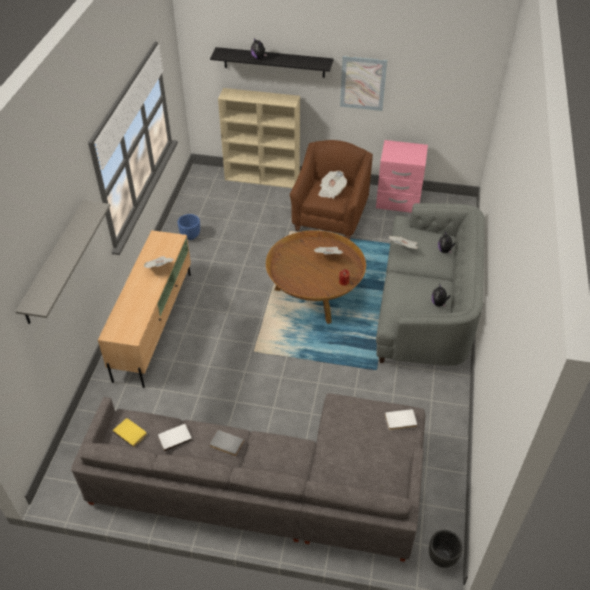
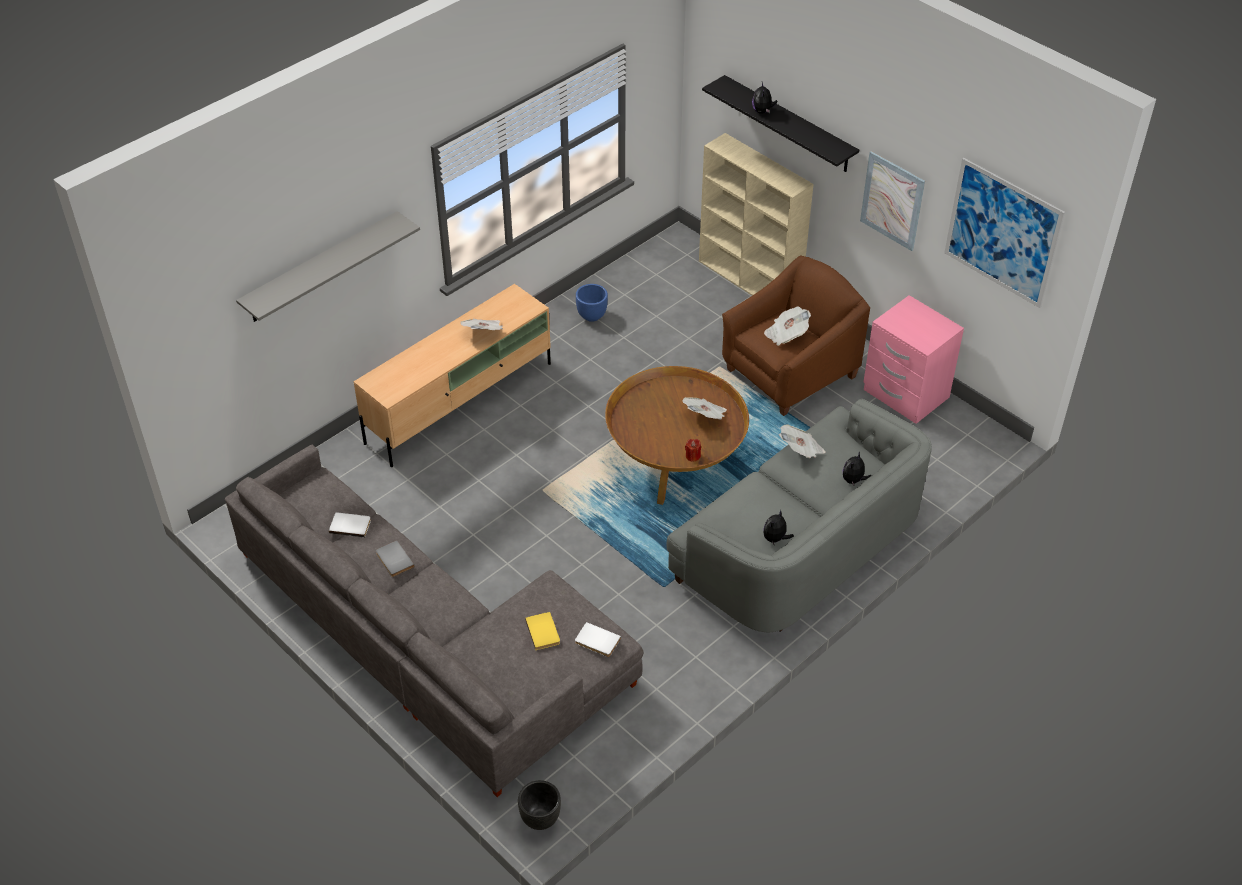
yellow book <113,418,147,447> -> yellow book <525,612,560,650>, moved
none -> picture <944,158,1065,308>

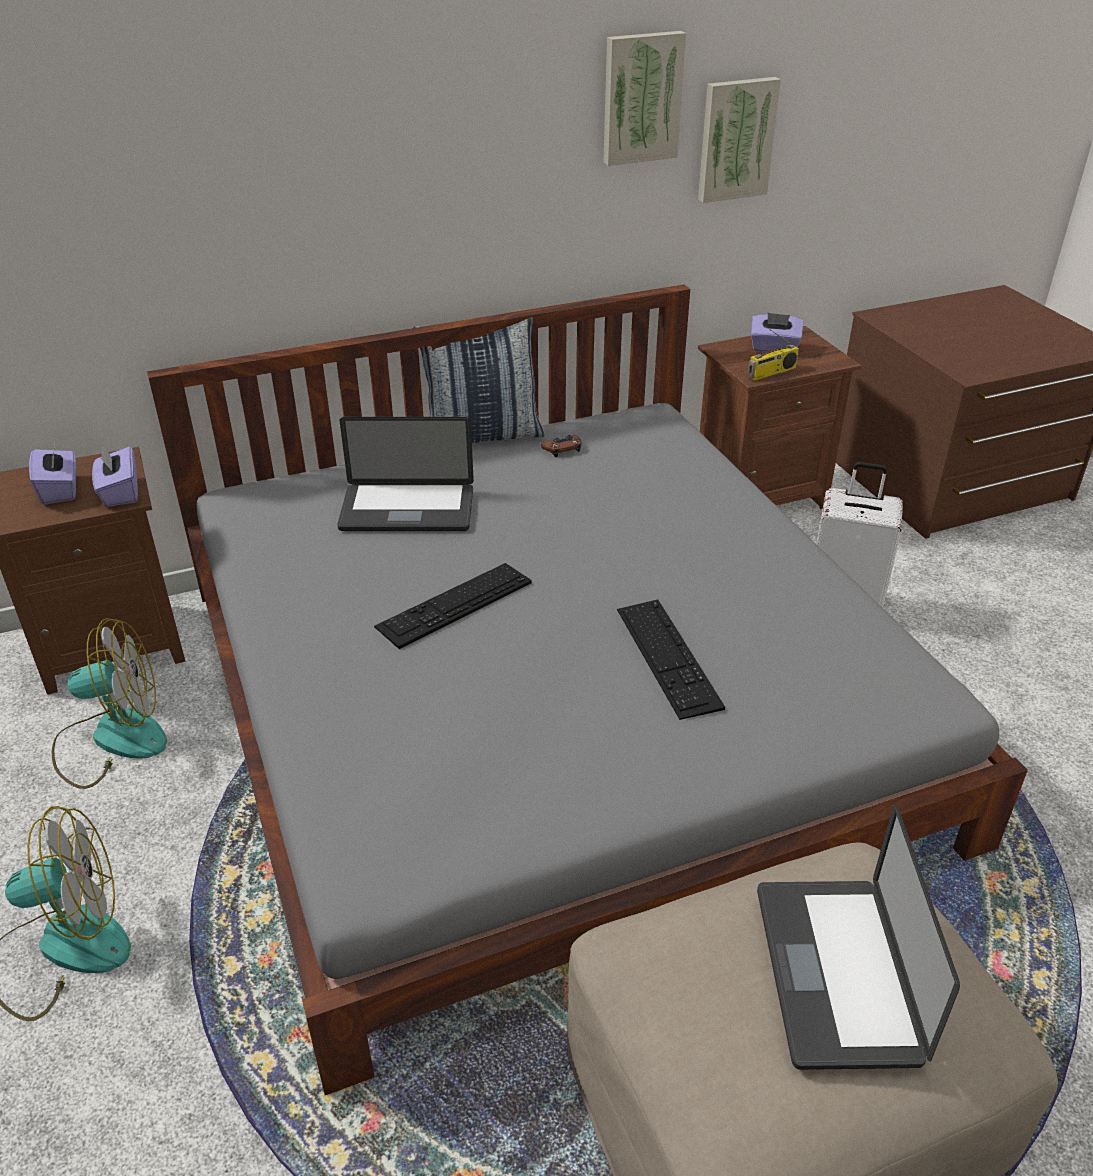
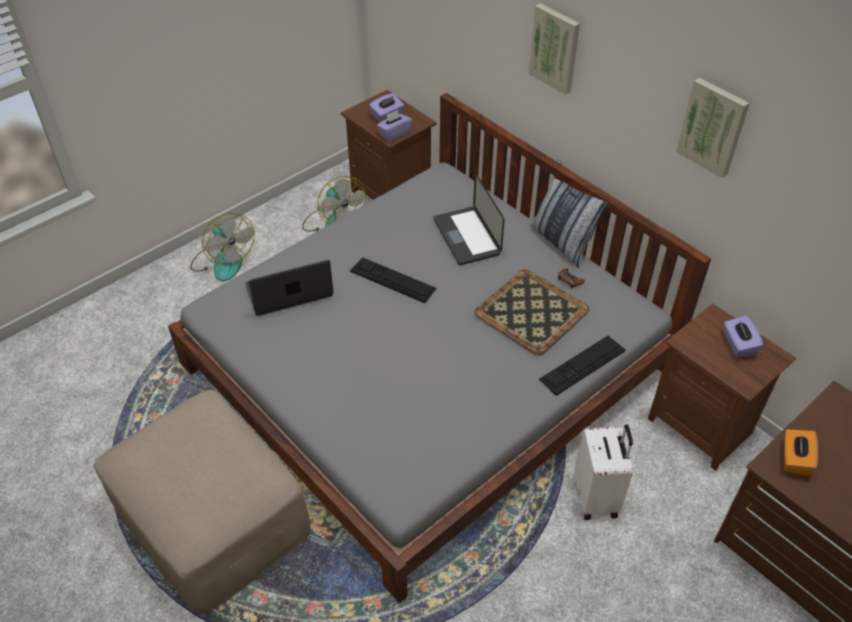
picture <698,77,781,203> -> picture <529,3,580,95>, moved
radio <748,324,799,381> -> none
keyboard <617,599,725,720> -> keyboard <539,336,626,396>, moved
laptop <757,804,960,1070> -> laptop <245,260,334,316>, moved
none -> tray <474,269,589,355>
none -> orange tissue box <784,429,818,476>

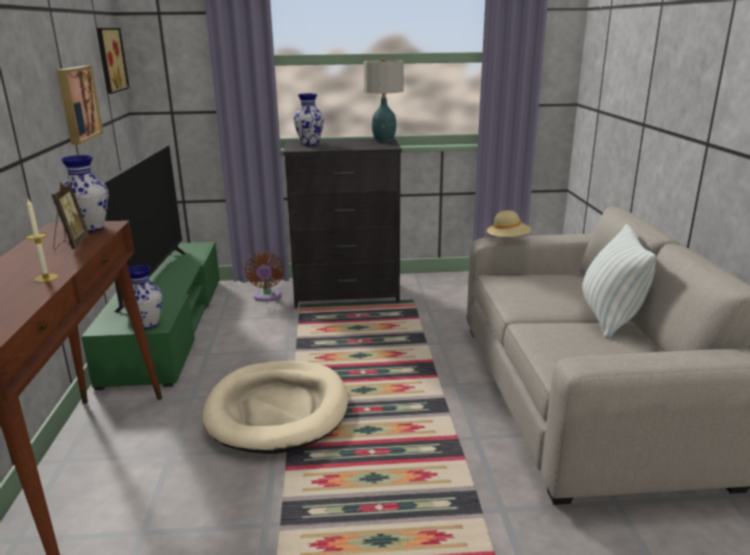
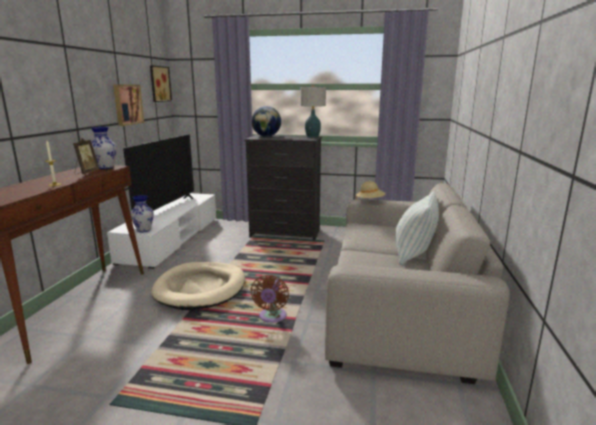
vase <293,93,324,145> -> globe <251,106,281,137>
green tv stand <81,242,220,390> -> white tv stand <107,193,216,269>
brown fan <245,252,284,301> -> brown fan <250,275,289,323>, moved

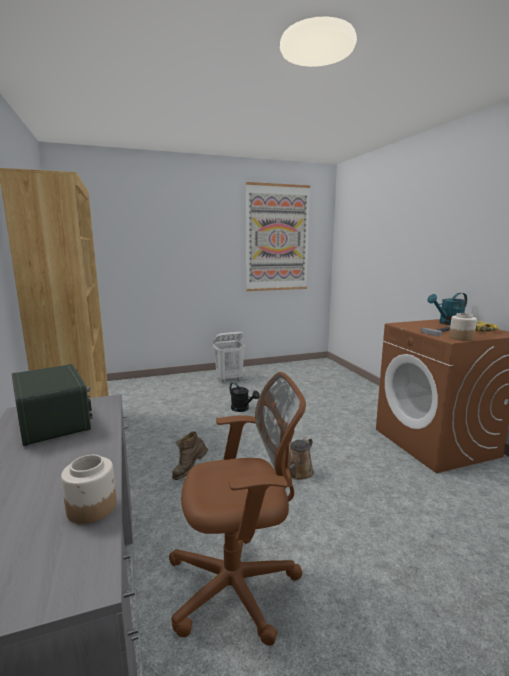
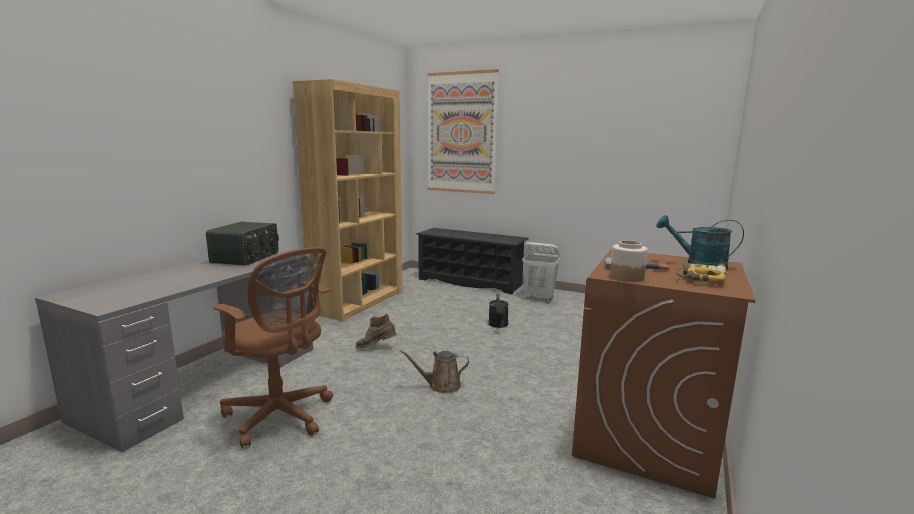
picture <246,182,310,291> -> picture <427,69,499,194>, moved
jar <61,455,116,524> -> none
none -> black shoe rack <416,228,529,295>

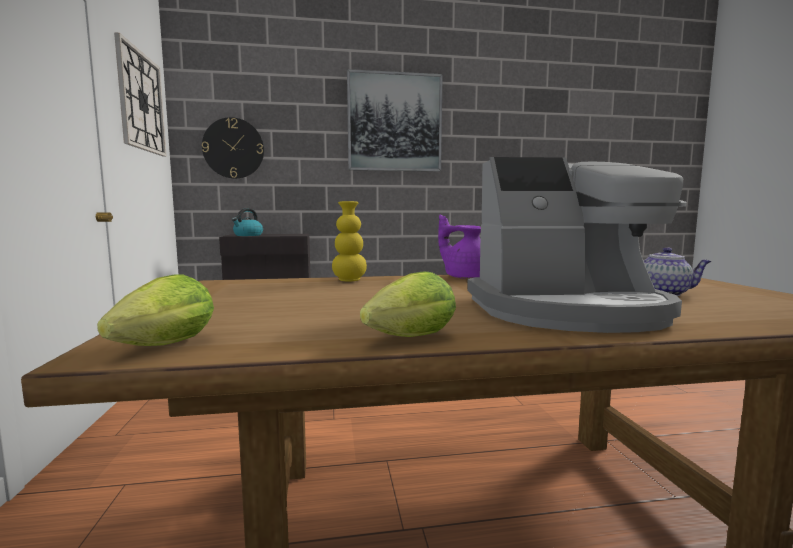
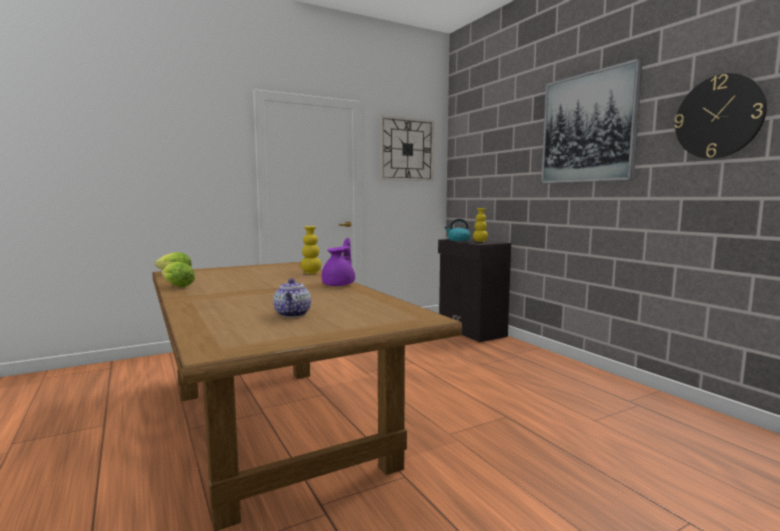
wall clock <202,117,264,179> -> wall clock <674,73,767,159>, moved
coffee machine <467,157,687,333> -> none
none -> yellow vase <473,208,488,242>

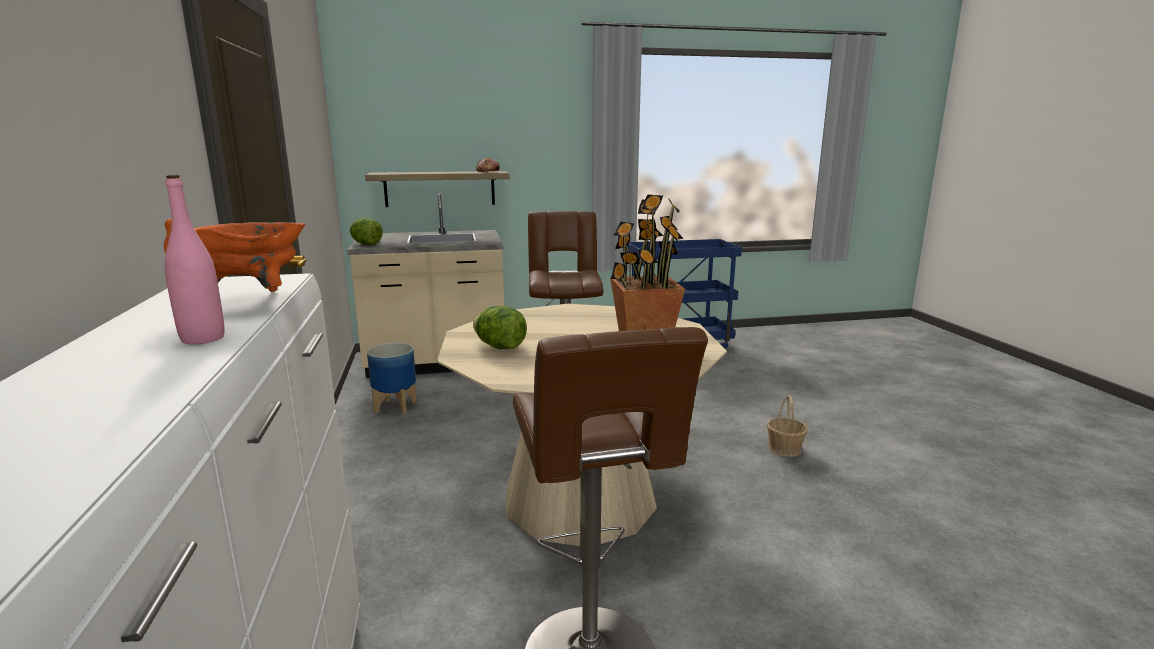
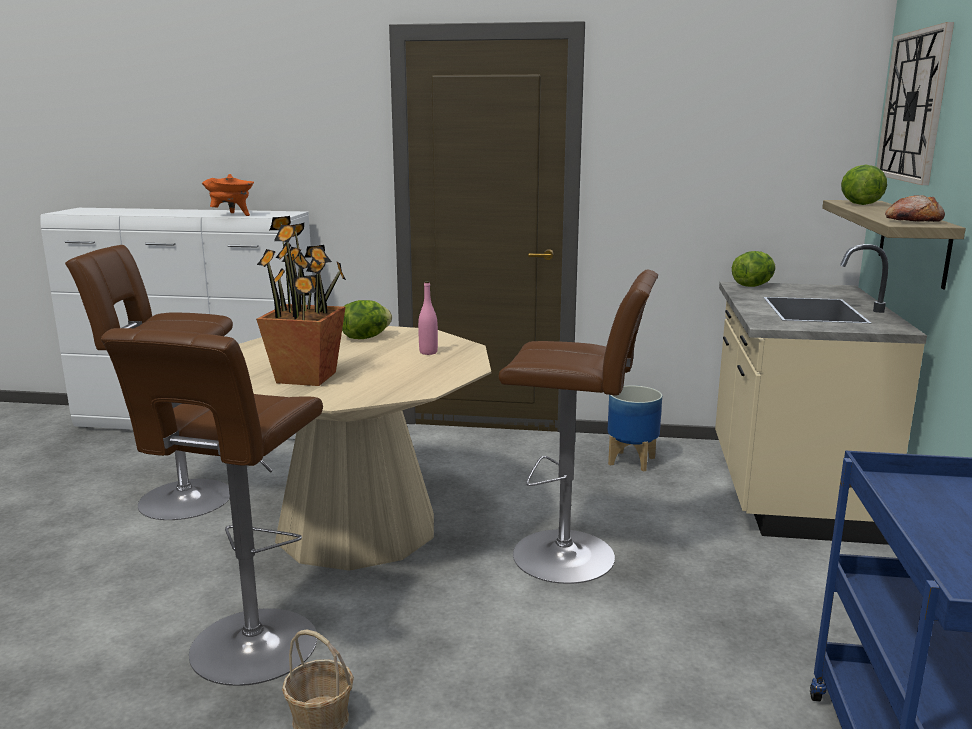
pink bottle <164,175,225,344> -> pink bottle <418,281,438,355>, moved
none -> wall clock <876,22,954,185>
none -> lettuce <841,165,887,205>
none -> brown stool <101,328,323,686>

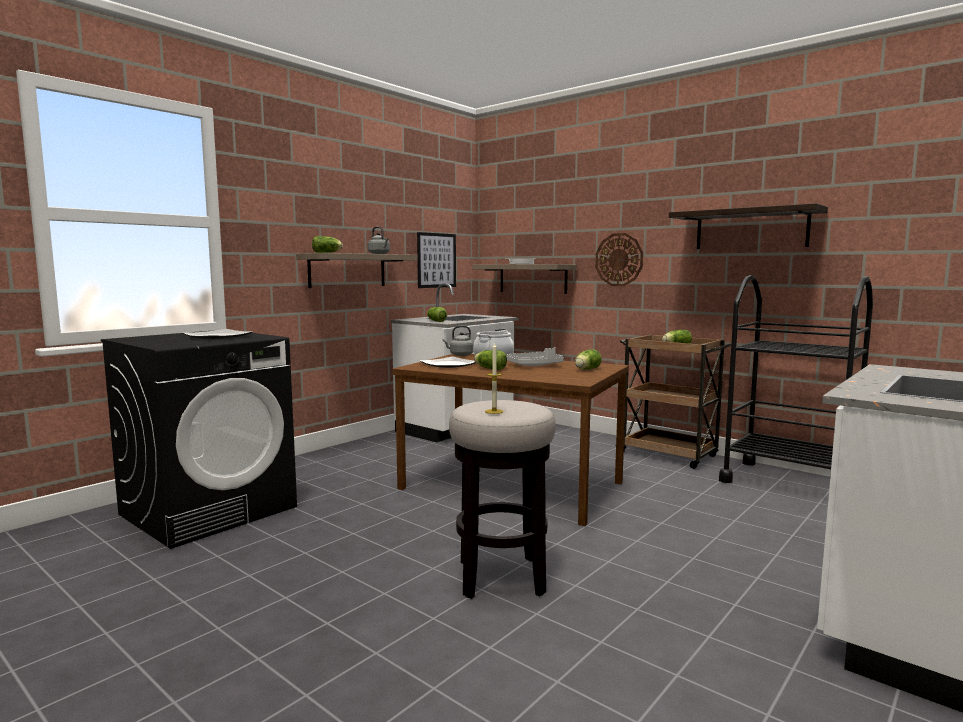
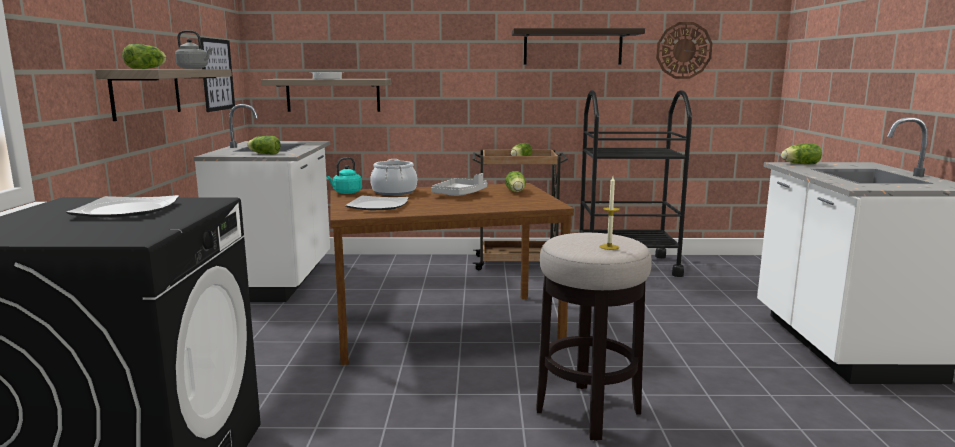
wall clock <595,233,643,286> -> wall clock <656,22,713,79>, moved
grey kettle <443,326,474,356> -> turquoise kettle <326,157,362,194>
lettuce <474,350,507,370> -> lettuce <781,143,822,164>, moved

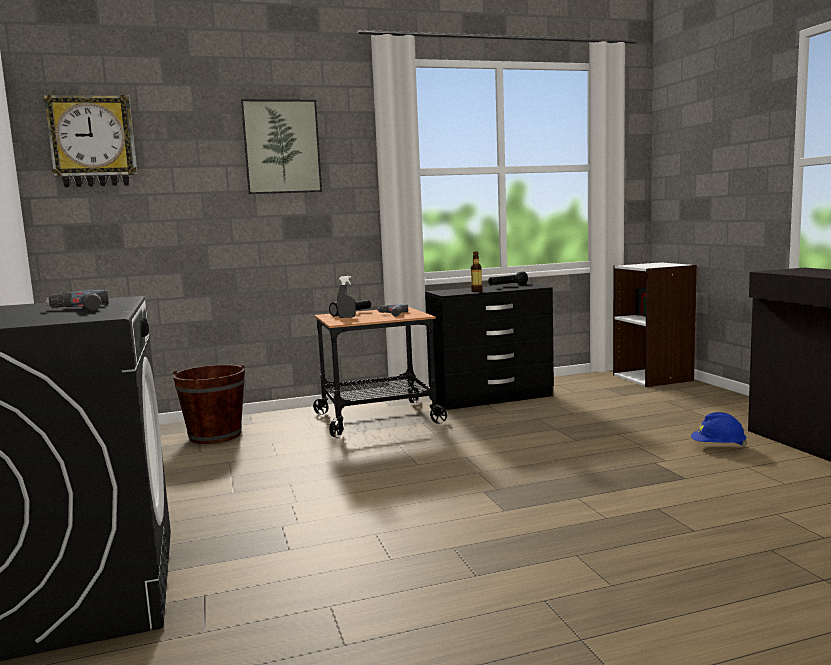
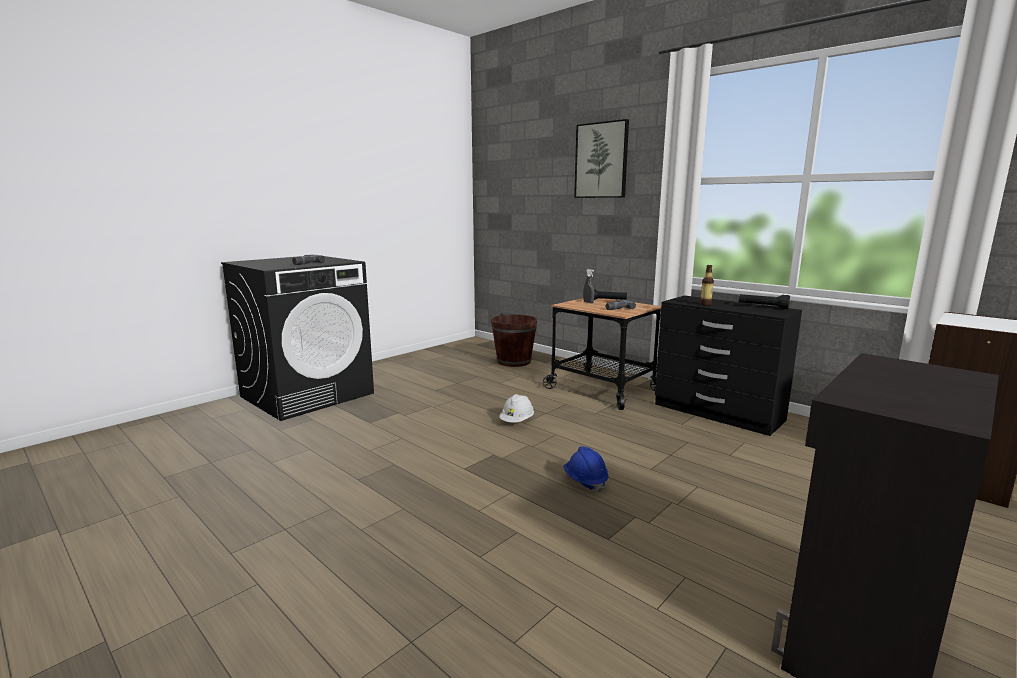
wall clock <43,94,137,187> -> none
blue hard hat <691,412,747,446> -> blue hard hat <563,447,608,493>, moved
none -> white hard hat <499,394,534,423>

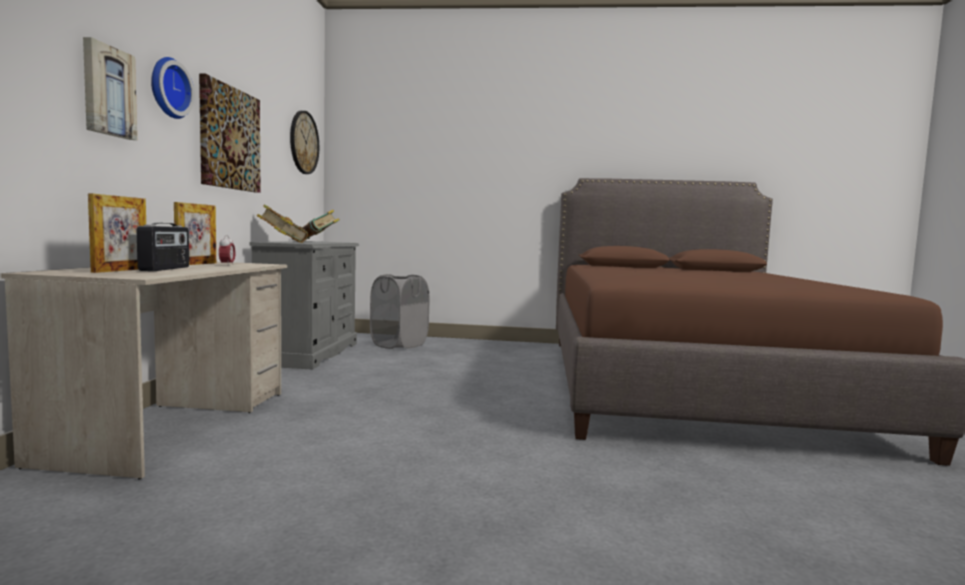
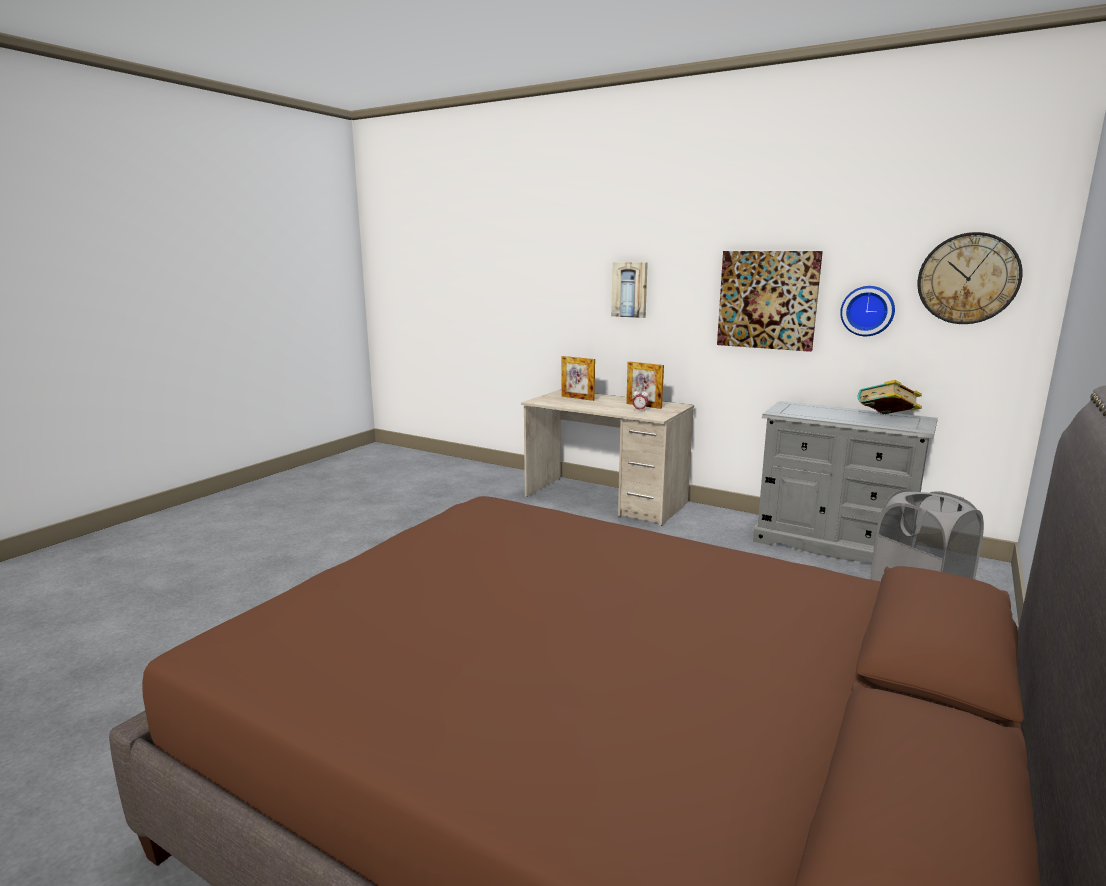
wall clock <151,57,195,119> -> wall clock <840,286,895,336>, moved
book <257,204,308,243> -> none
radio <137,223,189,271> -> none

